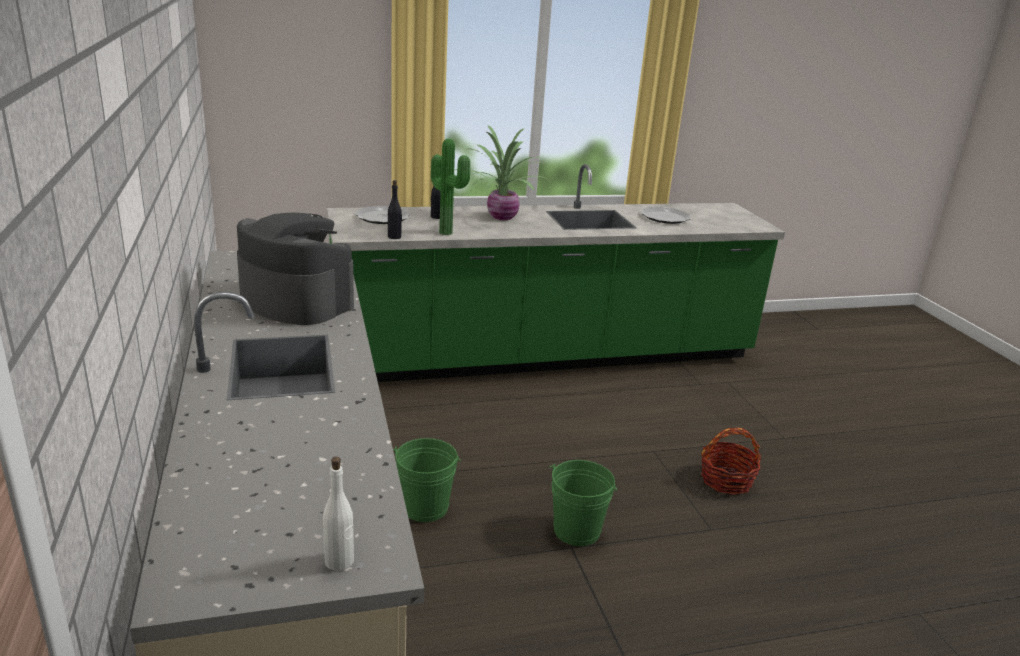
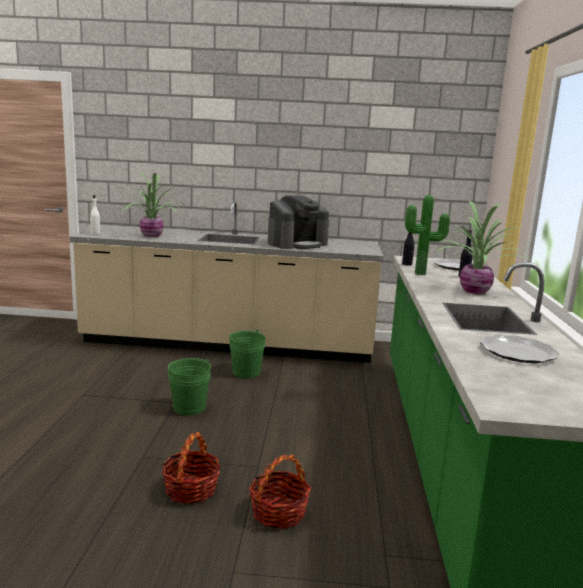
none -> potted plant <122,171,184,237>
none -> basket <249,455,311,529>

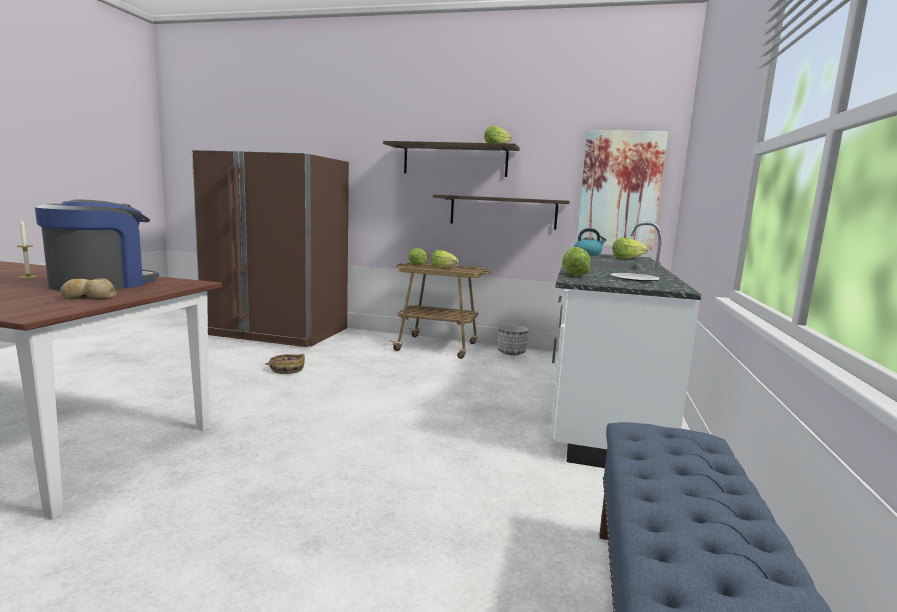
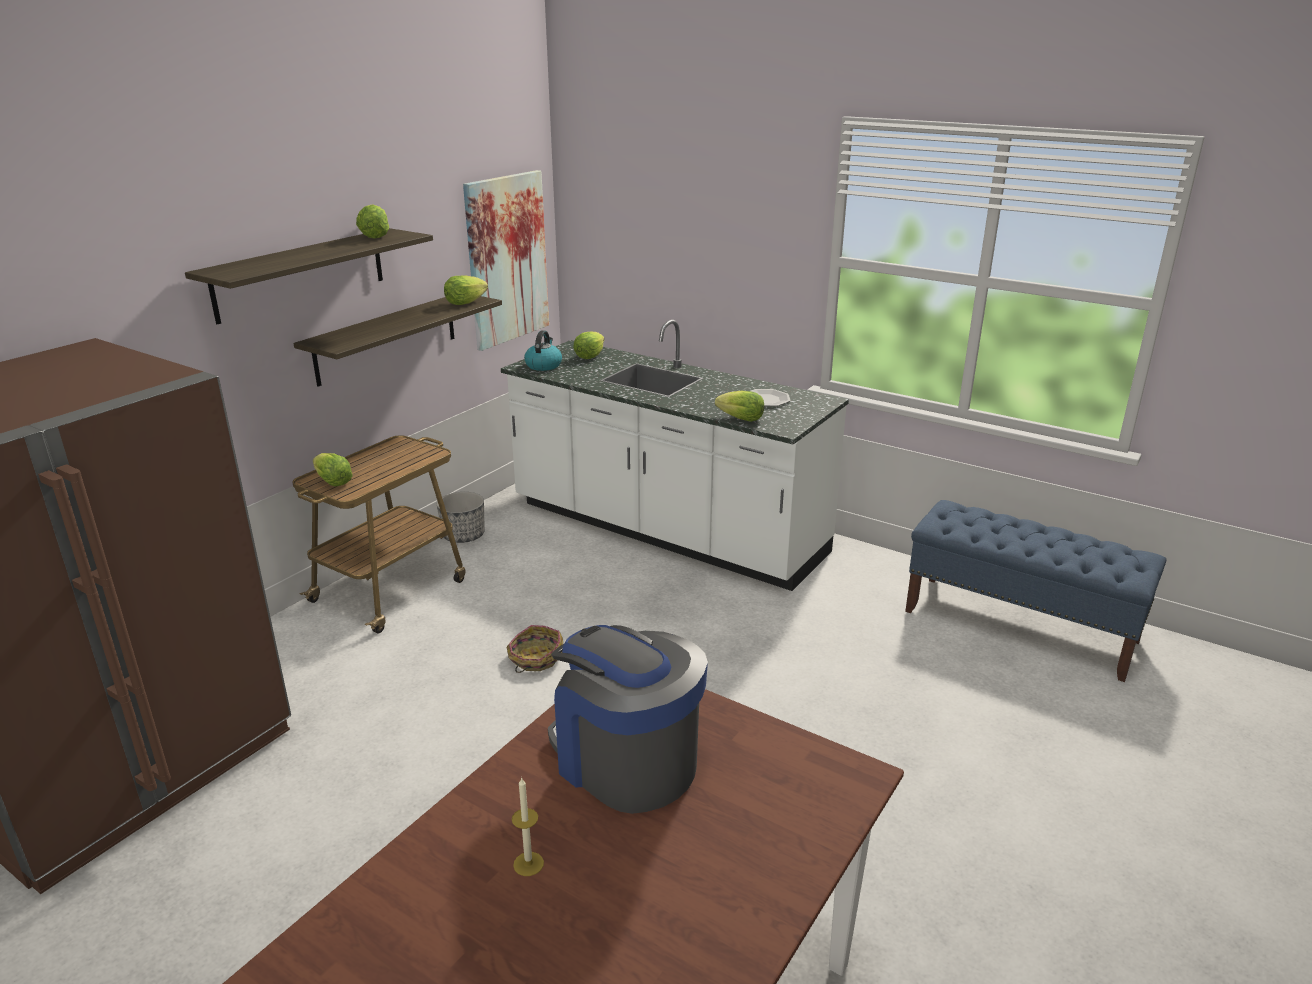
lettuce <431,250,459,268> -> lettuce <444,275,488,305>, moved
bread <60,278,117,300> -> none
basket <266,354,305,374> -> basket <507,625,563,673>, moved

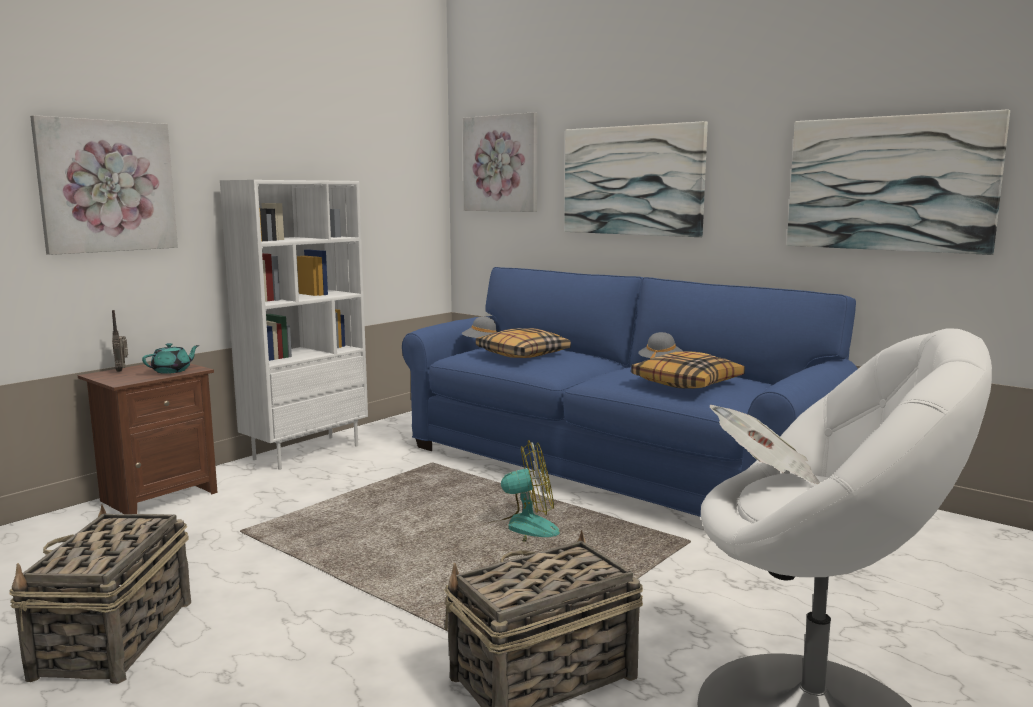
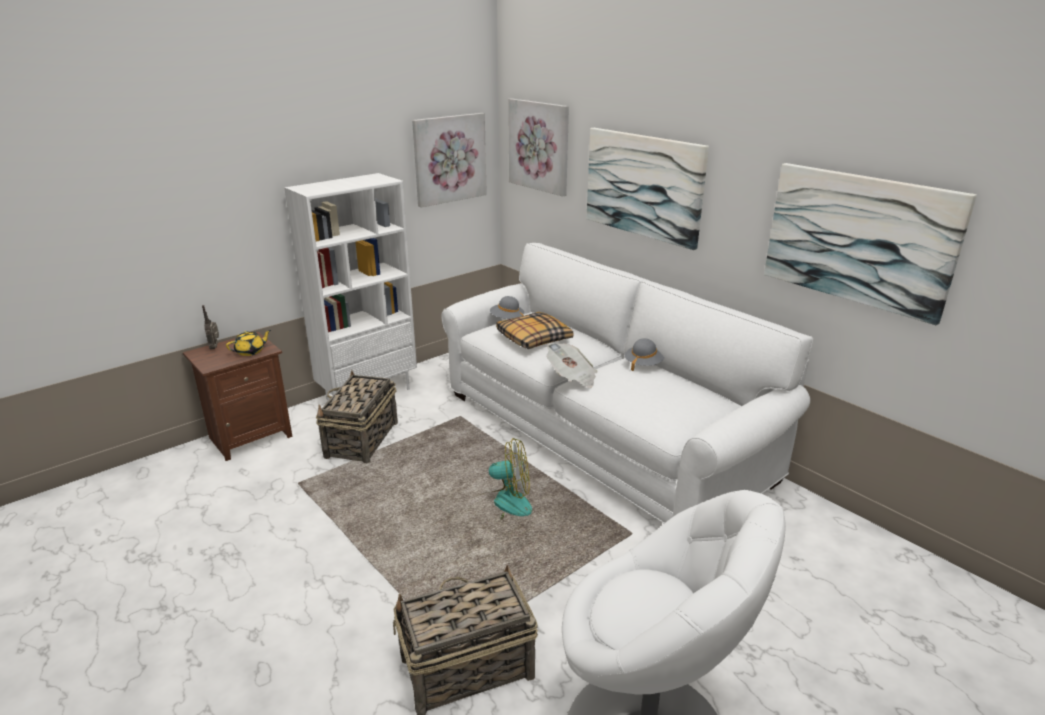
picture <30,115,178,255> -> picture <412,113,487,207>, moved
blue sofa <402,267,858,517> -> white sofa <442,243,813,523>
turquoise teapot <142,343,199,374> -> yellow teapot <226,330,271,356>
pillow <631,352,745,389> -> none
newspaper <710,405,820,484> -> newspaper <546,342,597,388>, moved
basket <9,504,191,684> -> basket <316,370,398,463>, moved

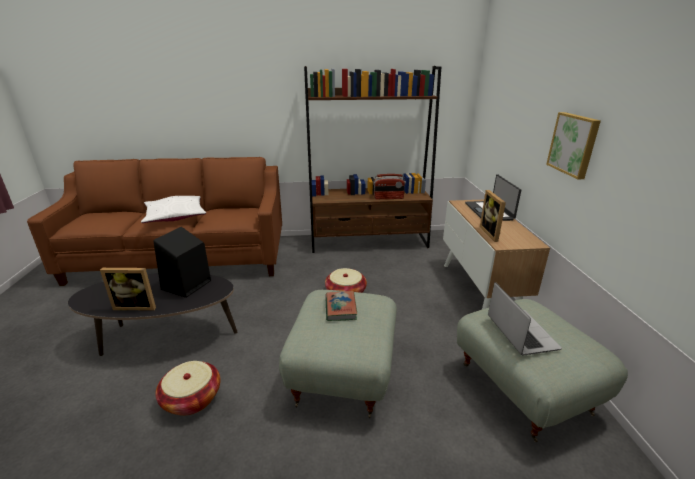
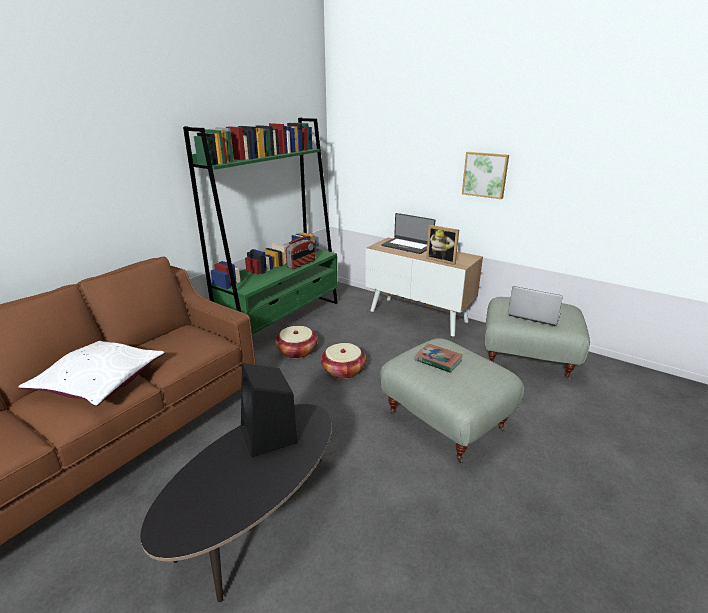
brown bookcase <304,66,441,253> -> green bookcase <183,118,338,334>
picture frame <100,268,156,311> -> none
basket <155,361,221,416> -> basket <275,326,318,359>, moved

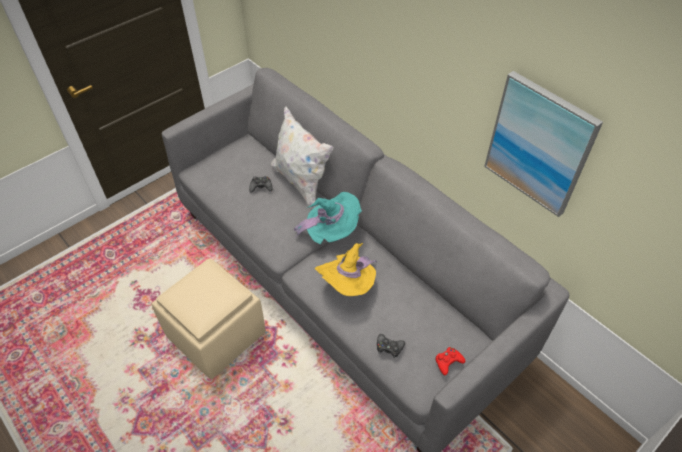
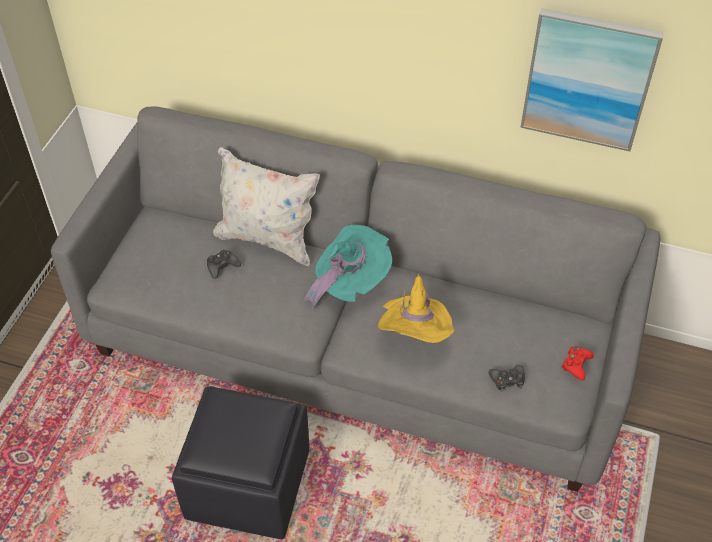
beige ottoman <151,258,266,379> -> black ottoman <172,386,309,539>

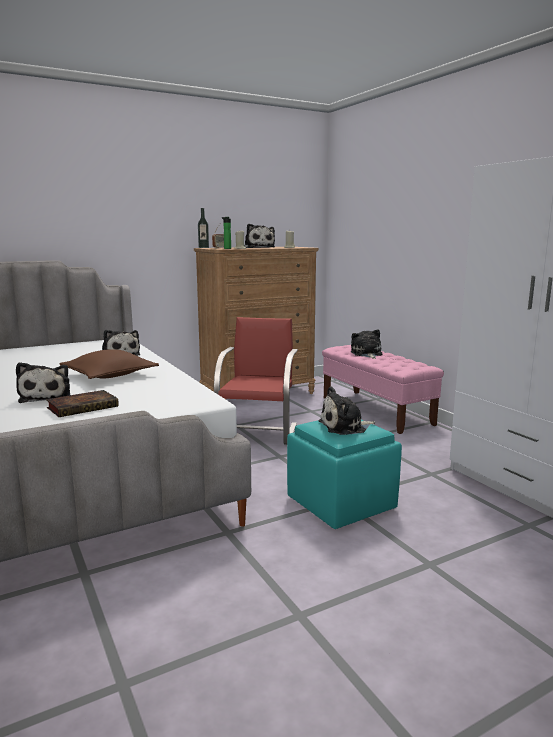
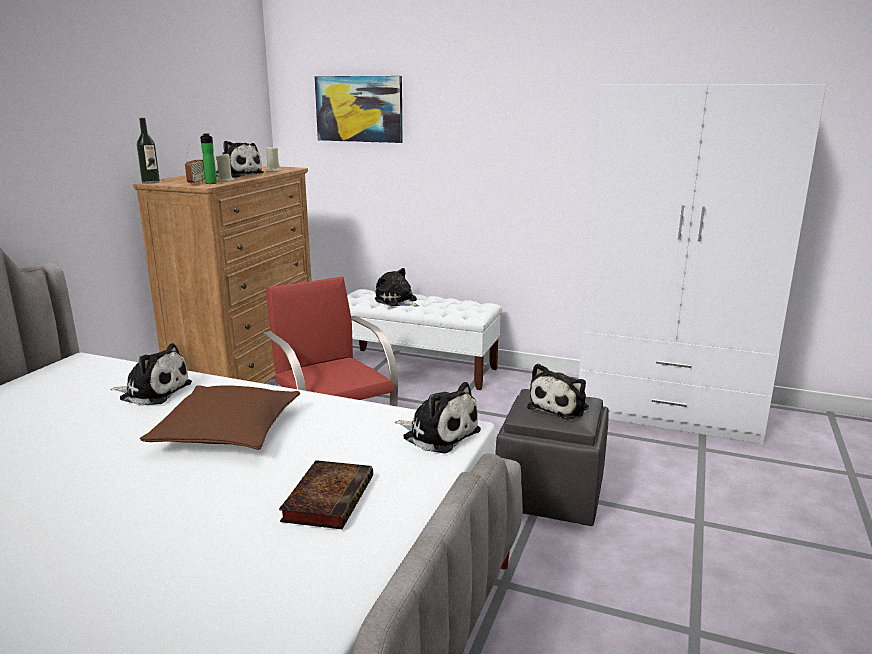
pink bench <322,345,444,434> -> white bench <347,289,502,390>
plush toy <16,362,70,403> -> plush toy <395,382,481,454>, moved
turquoise ottoman <287,419,402,529> -> grey ottoman <495,389,609,526>
none -> picture <314,76,403,143>

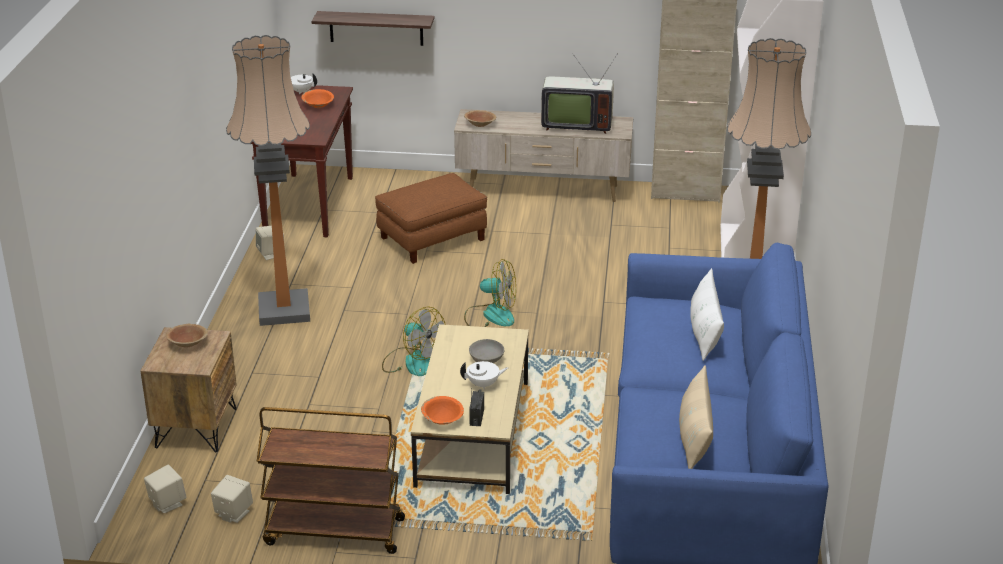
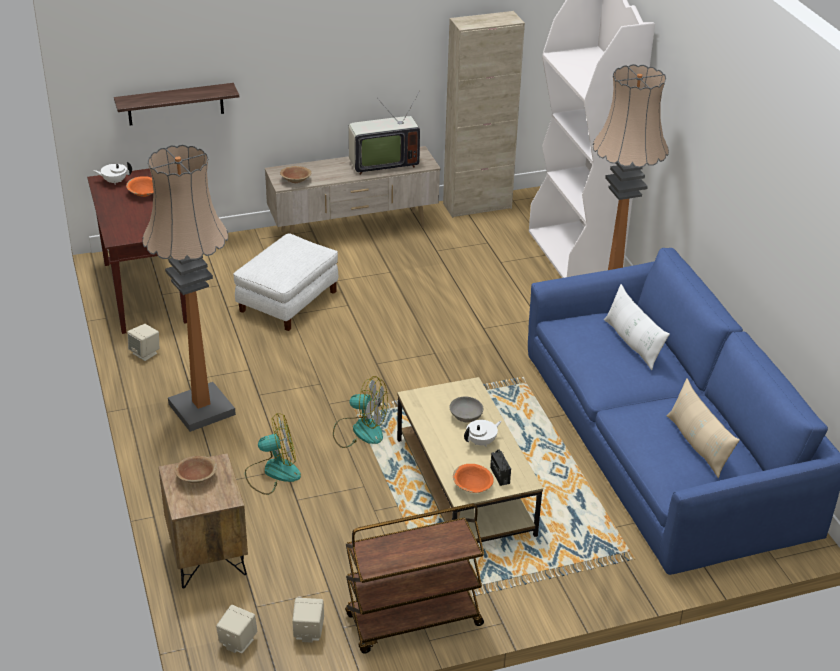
brown ottoman <375,173,487,264> -> white ottoman <233,233,338,331>
fan <464,259,516,327> -> fan <245,413,301,495>, moved

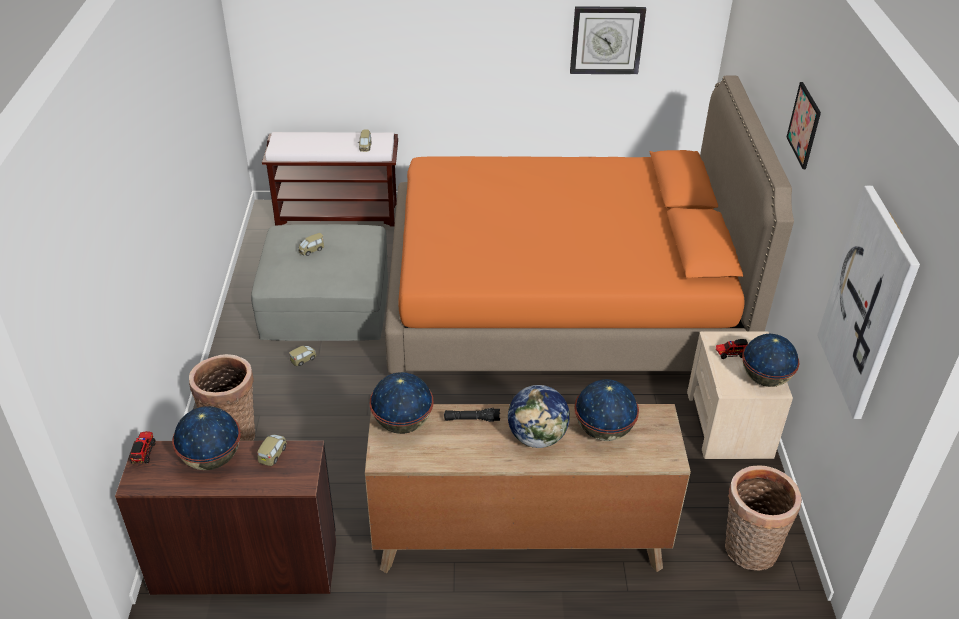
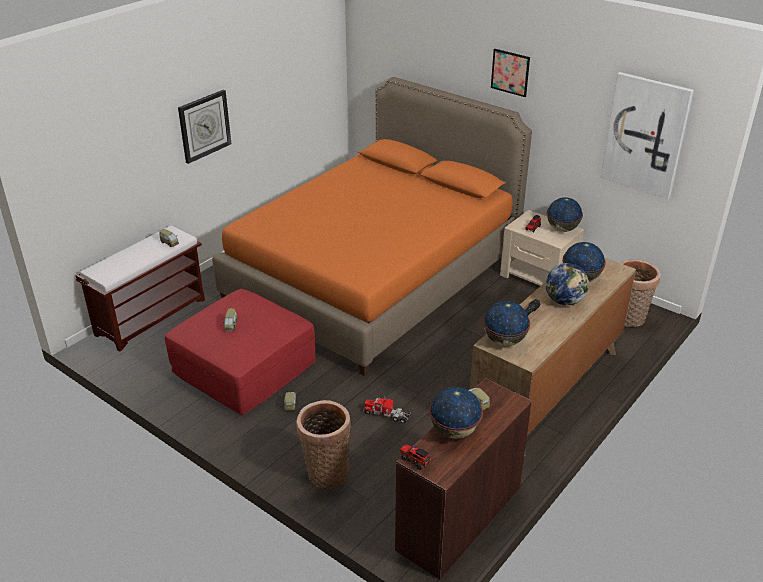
wall clock <570,6,646,74> -> wall clock <178,90,231,164>, moved
grey ottoman <251,224,388,341> -> red ottoman <165,289,316,415>
none -> toy truck <363,395,411,424>

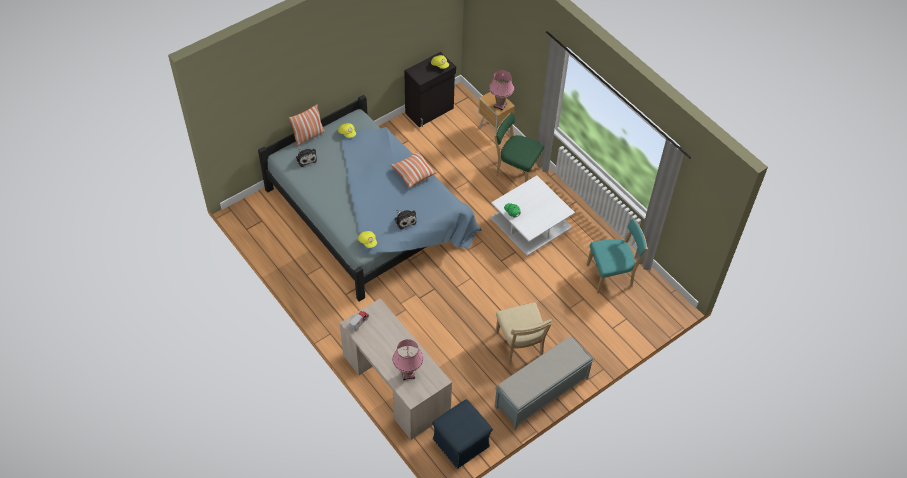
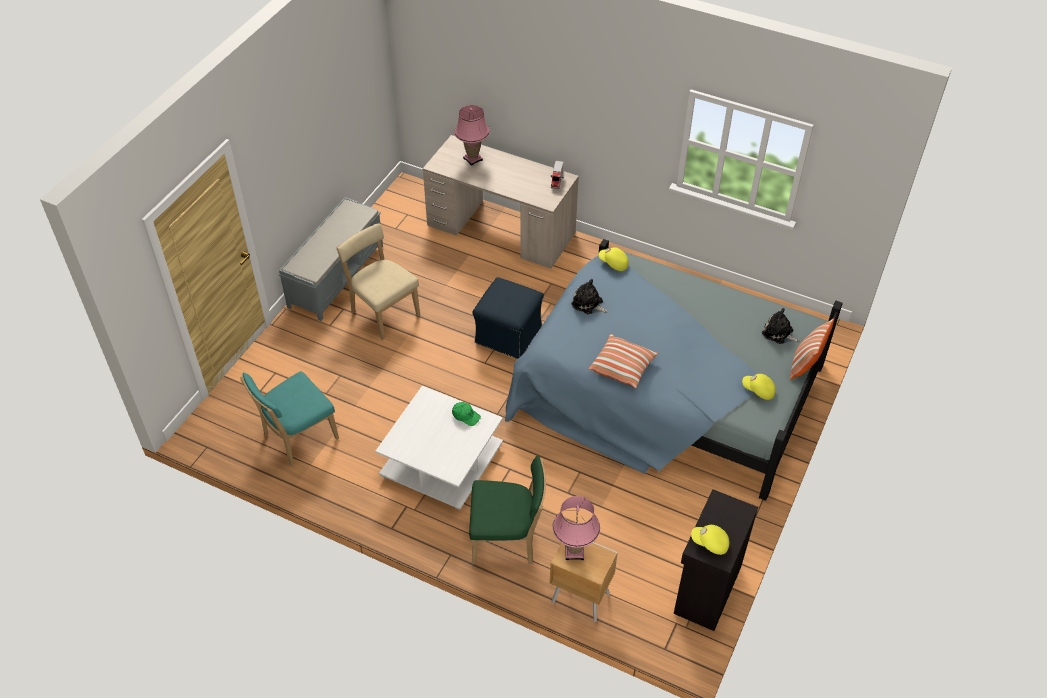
blue ottoman <432,399,493,469> -> blue ottoman <472,277,544,359>, moved

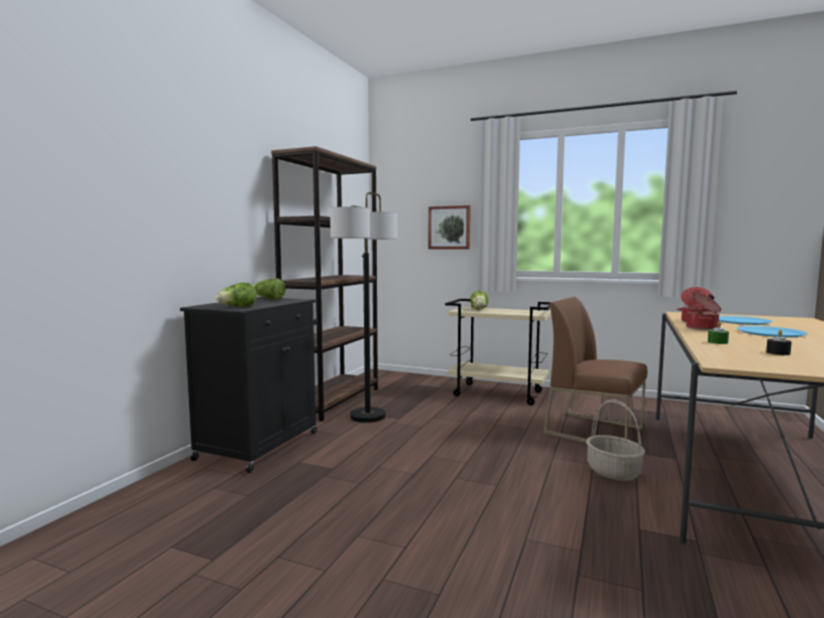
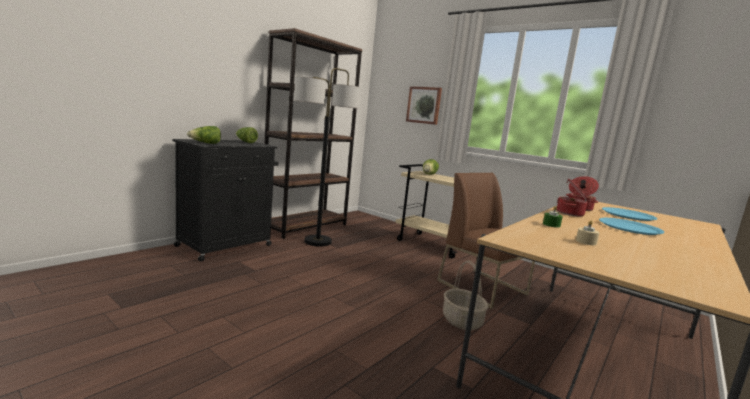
black candle <766,330,792,355> -> beige candle <576,221,600,245>

